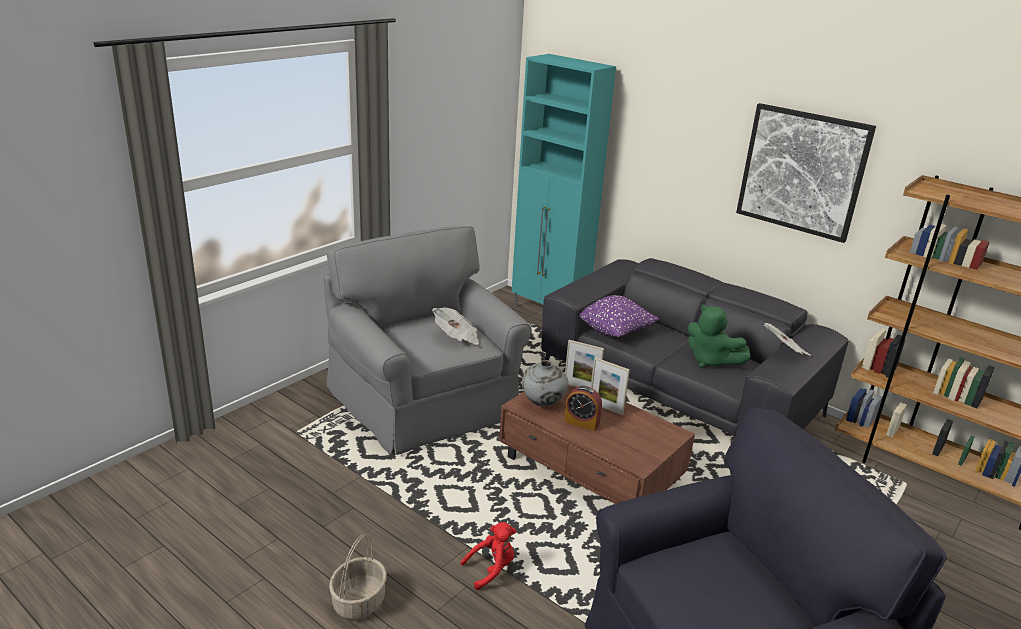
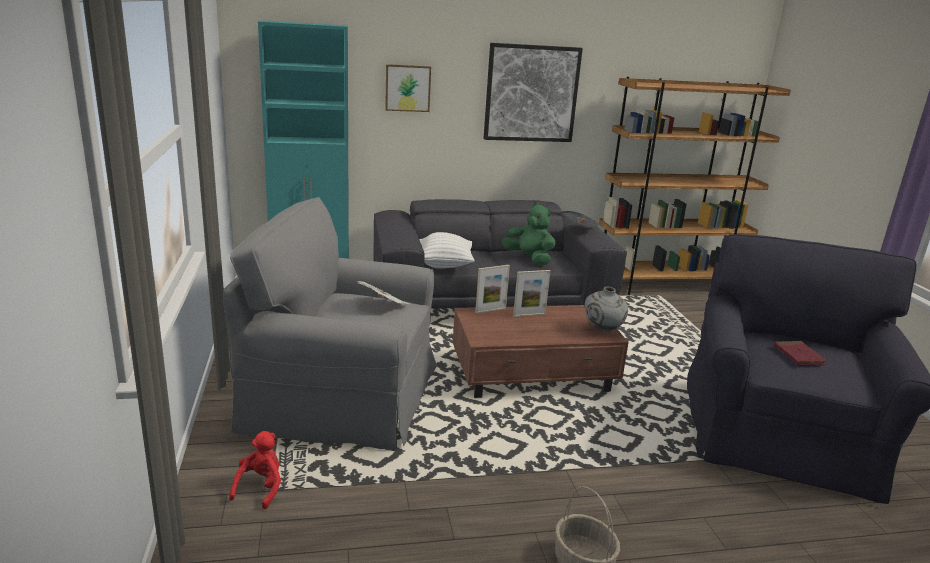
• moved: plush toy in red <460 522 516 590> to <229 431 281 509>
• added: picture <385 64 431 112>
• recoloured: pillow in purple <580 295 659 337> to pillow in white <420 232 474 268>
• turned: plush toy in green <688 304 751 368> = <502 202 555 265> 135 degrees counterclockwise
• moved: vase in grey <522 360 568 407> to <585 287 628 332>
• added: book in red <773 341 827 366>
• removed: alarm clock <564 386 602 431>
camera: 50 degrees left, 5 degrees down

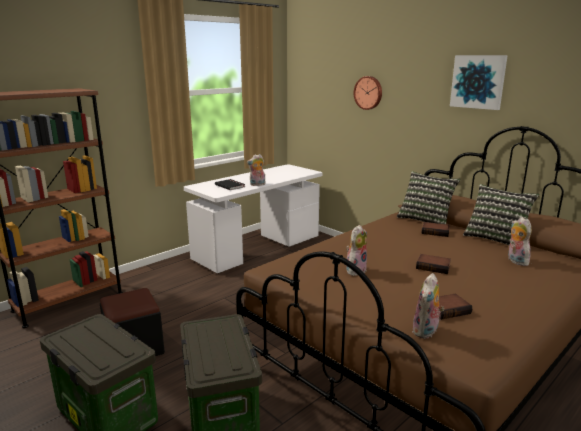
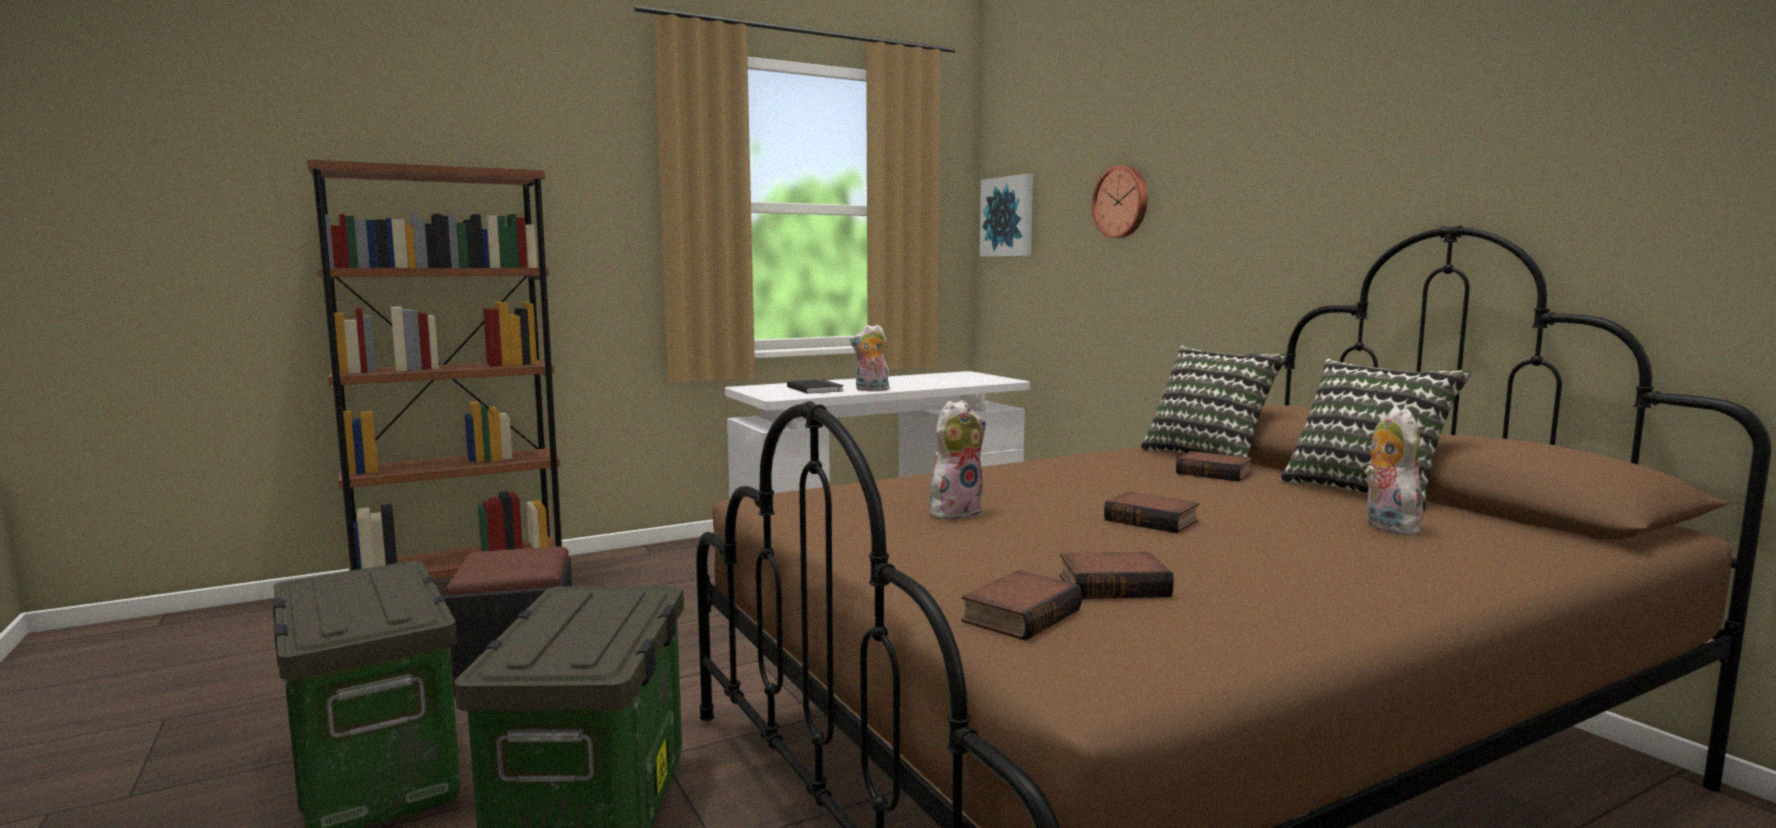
• replaced: plush toy <412 273 444 339> to book <961 570 1082 641>
• moved: picture <450 55 508 110> to <980 174 1033 257>
camera: 15 degrees right, 10 degrees down

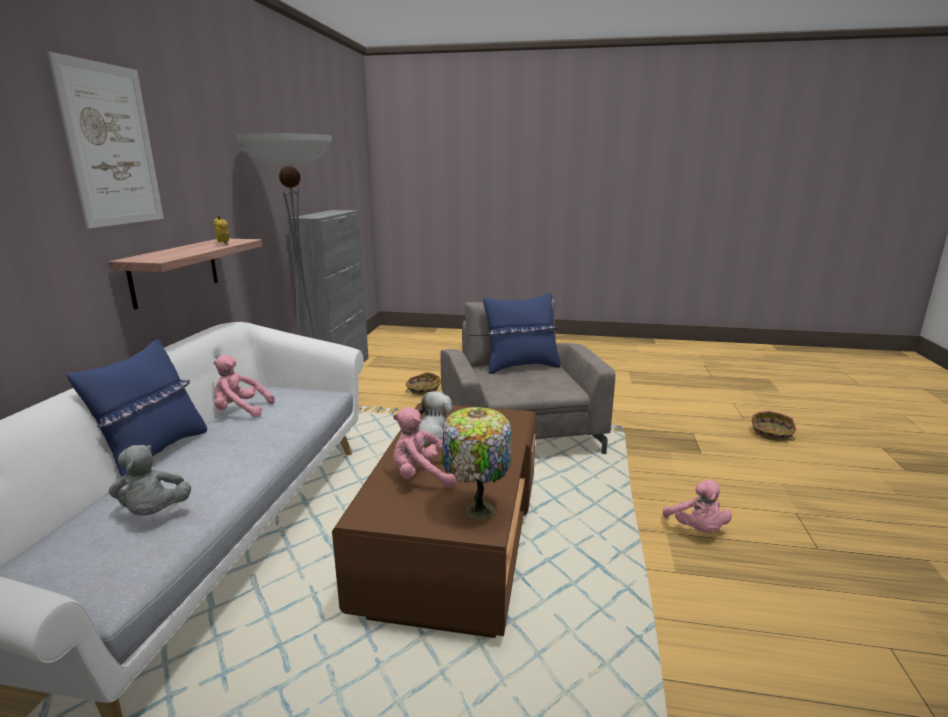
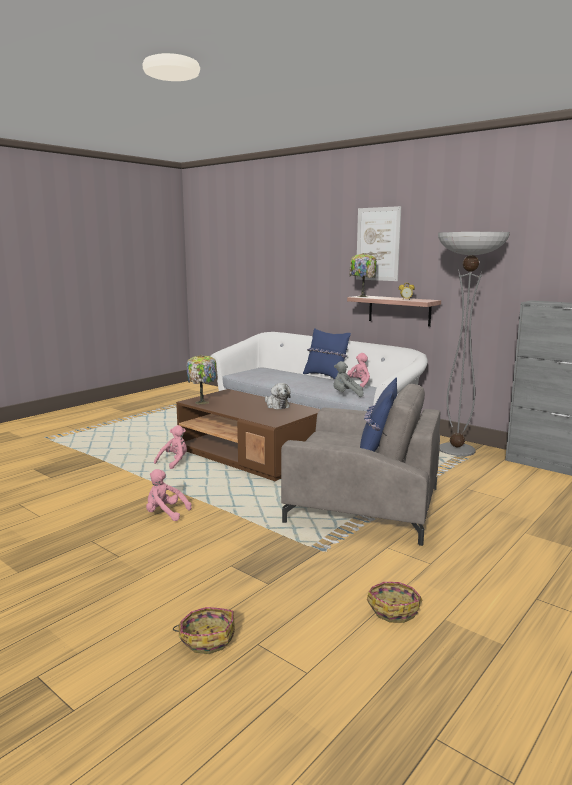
• moved: plush toy in pink <393 407 456 488> to <154 425 187 469>
• moved: plush toy in grey <109 445 191 516> to <333 361 364 397>
• added: table lamp <349 253 377 297>
• moved: basket <405 372 441 395> to <367 582 422 623>
camera: 120 degrees right, 5 degrees down

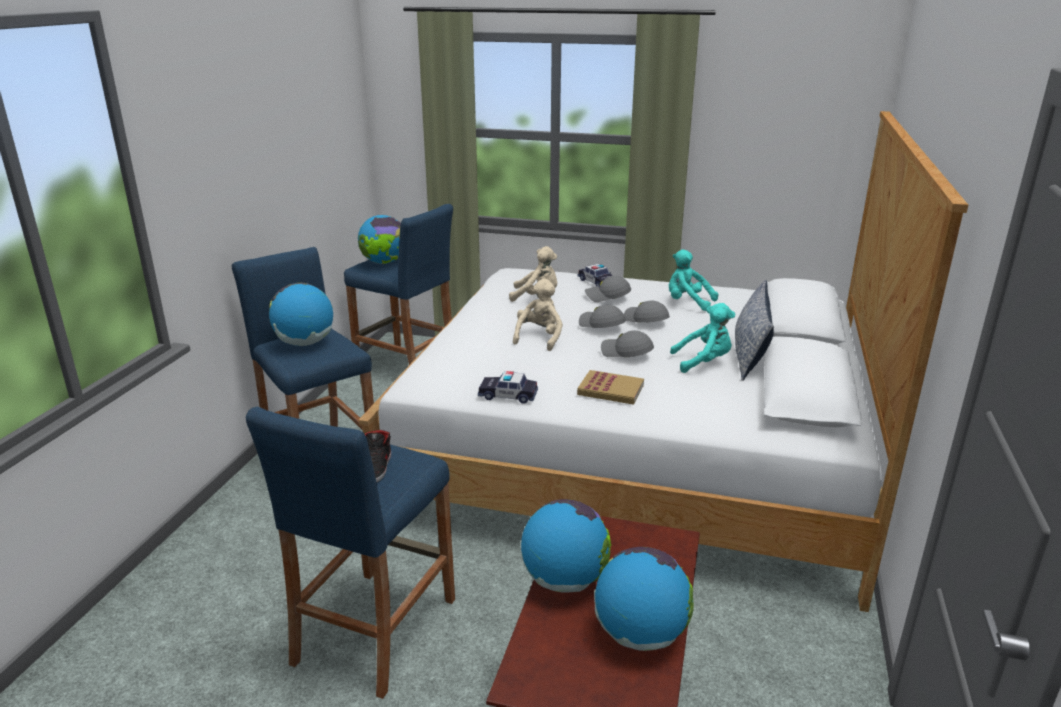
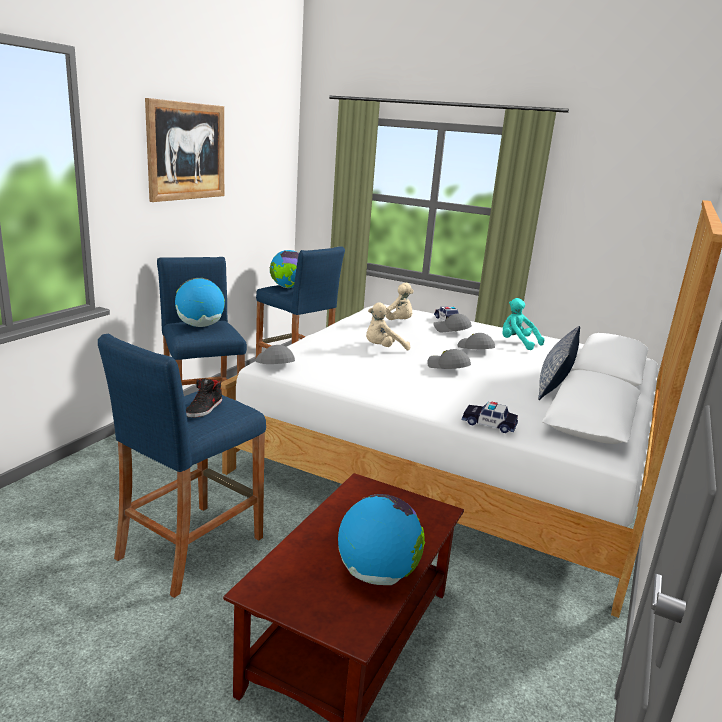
• added: picture <145 98 224 202>
• moved: cap in grey <579 305 626 328> to <255 345 295 364>
• turned: plush toy in beige <513 278 563 351> = <366 302 410 351> 150 degrees counterclockwise
• moved: toy car <478 371 538 404> to <462 401 518 433>
• removed: globe <521 499 611 593>
• removed: book <577 370 644 405>
• removed: plush toy in turquoise <670 303 735 373>
camera: 10 degrees right, 5 degrees down

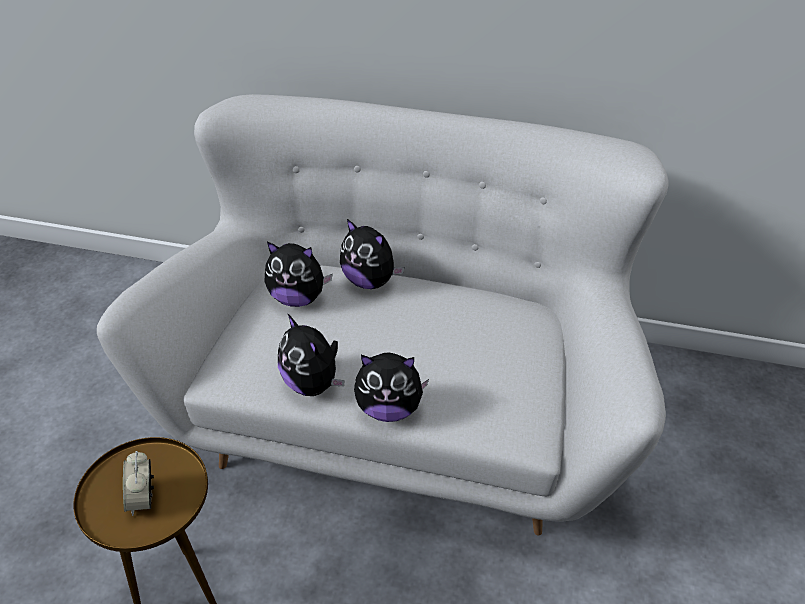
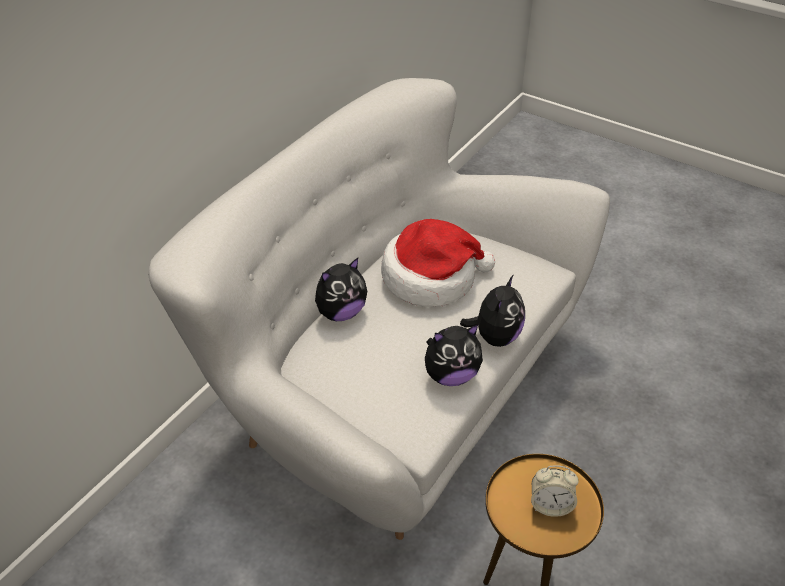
• added: hat <381 219 495 307>
• removed: plush toy <264 241 333 307>
camera: 70 degrees left, 0 degrees up

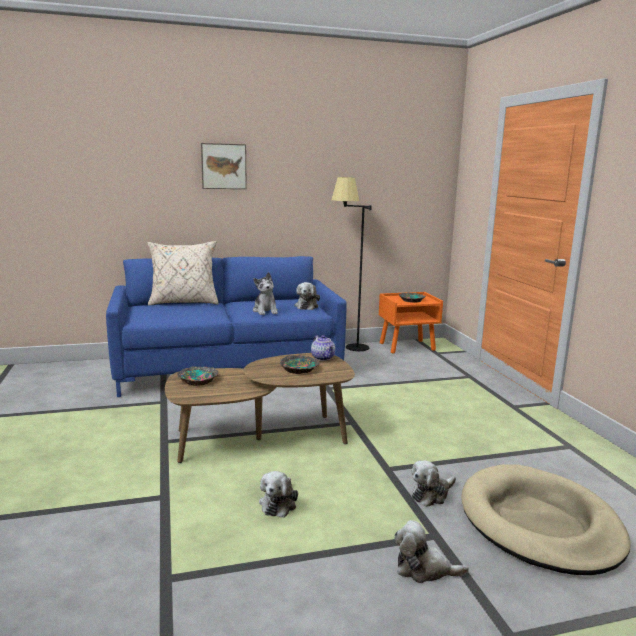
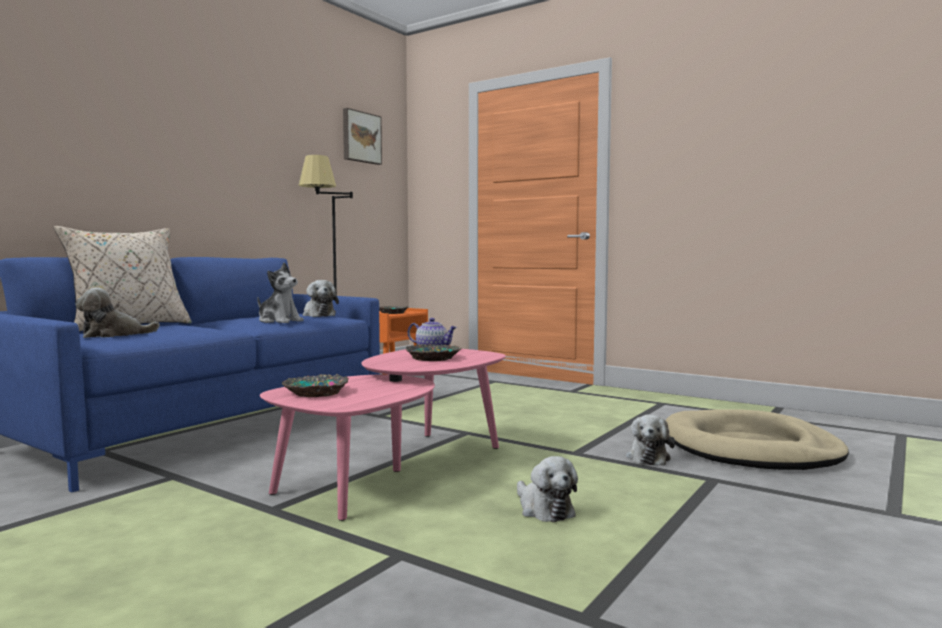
• moved: plush toy <394 520 469 583> to <76 288 160 338>
• recoloured: coffee table in brown <165 353 355 463> to coffee table in pink <260 349 506 521>
• moved: picture <201 143 247 189> to <343 108 382 165>
camera: 40 degrees left, 10 degrees down

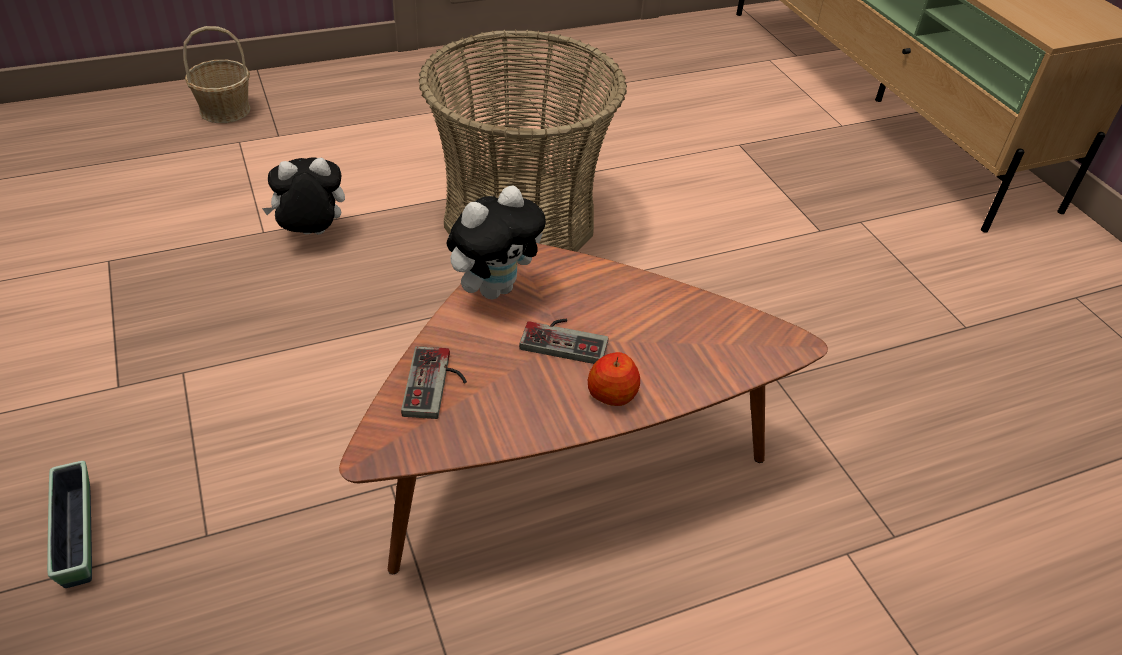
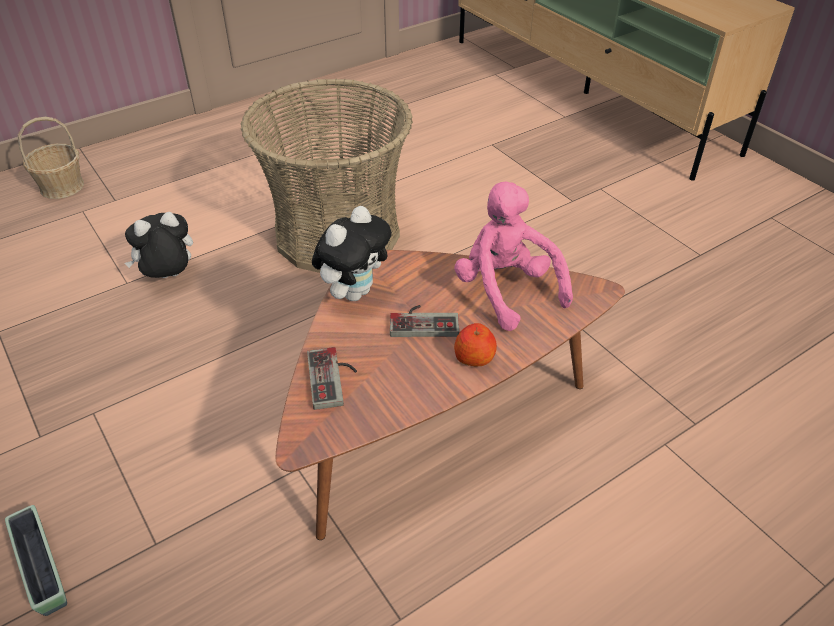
• added: plush toy in pink <454 181 573 331>
camera: 10 degrees left, 0 degrees up

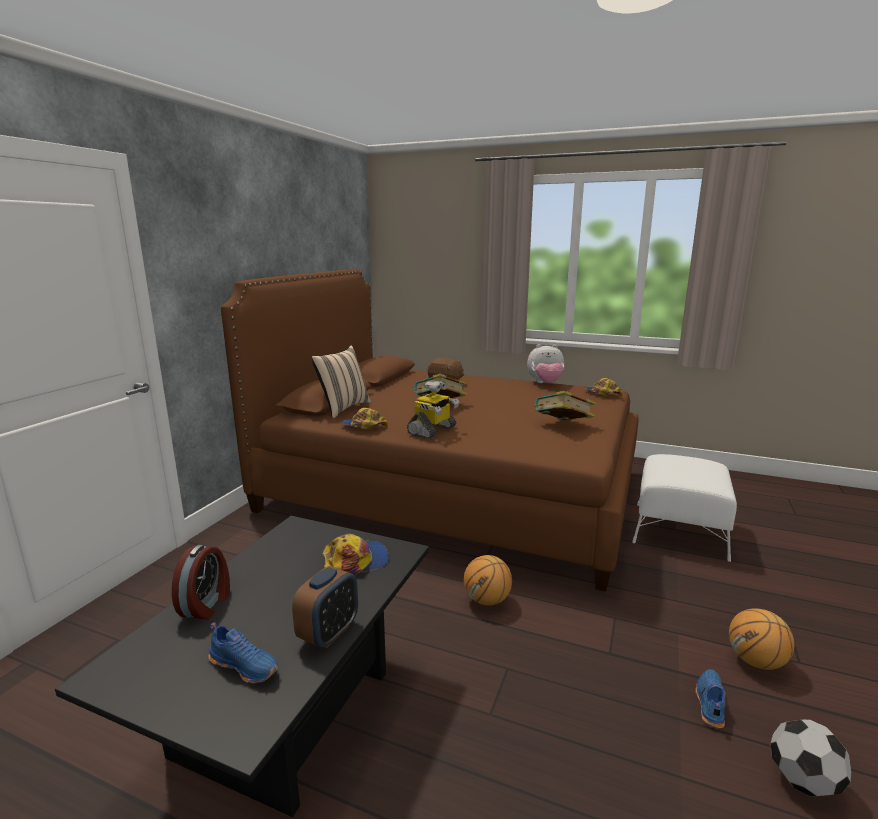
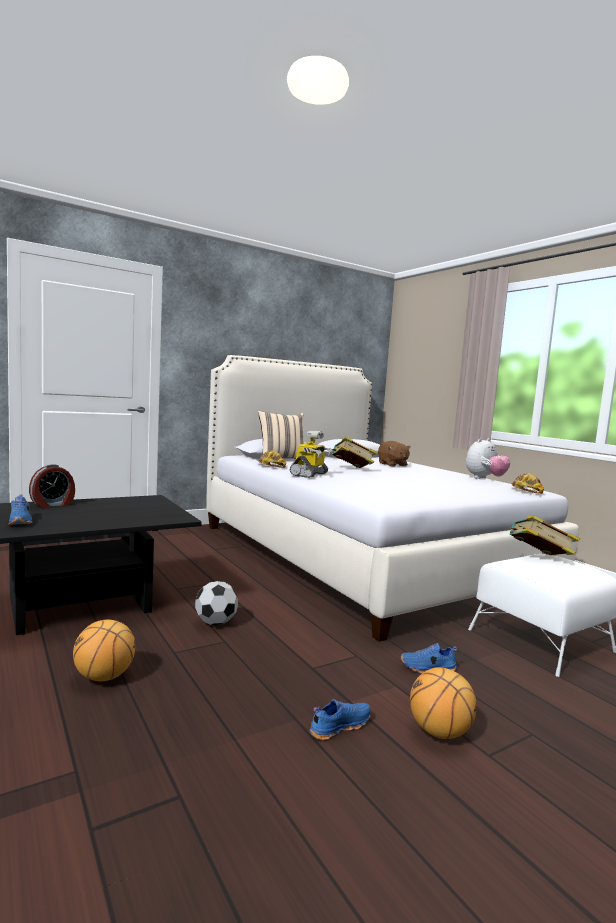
• moved: basketball <464 555 512 605> to <73 620 135 681>
• moved: football <771 719 852 797> to <195 581 238 625>
• recoloured: bed in brown <221 269 638 592> to bed in white <206 355 579 642>
• turned: toy robot <407 380 460 439> = <290 431 333 478> 45 degrees counterclockwise
• added: shoe in blue <401 643 457 674>
• turned: plush toy <527 344 564 383> = <466 439 510 479> 75 degrees counterclockwise
• moved: book <535 391 596 420> to <507 515 580 555>
• removed: alarm clock <292 566 358 648>
• removed: cap <323 534 389 575>
camera: 35 degrees right, 10 degrees down

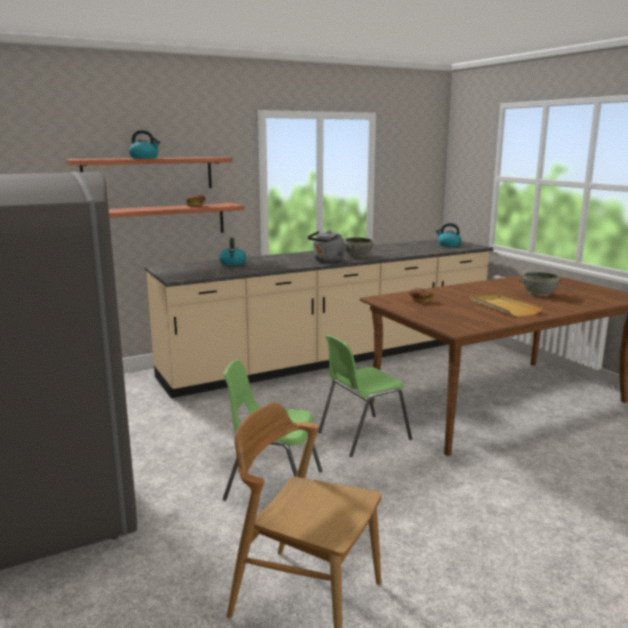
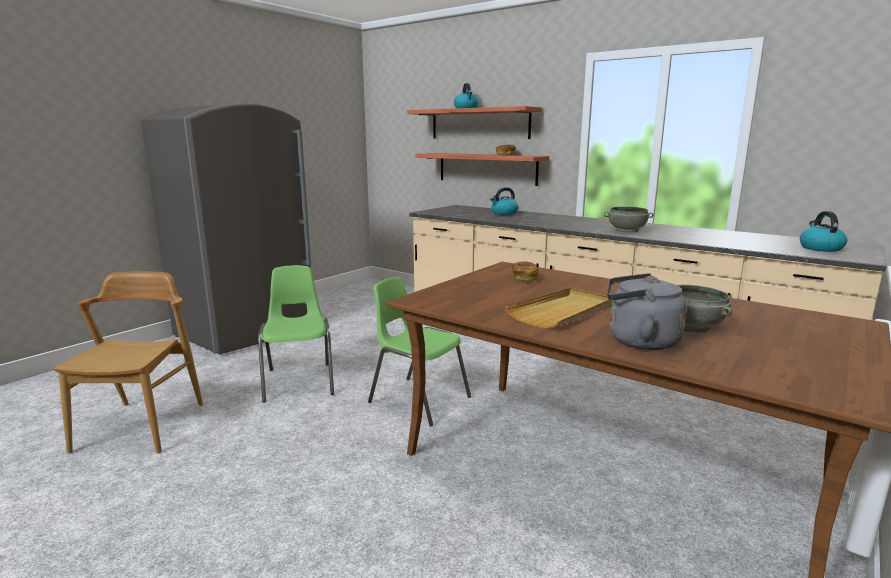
• moved: kettle in grey <307 230 346 262> to <607 273 687 350>
camera: 65 degrees right, 0 degrees up

